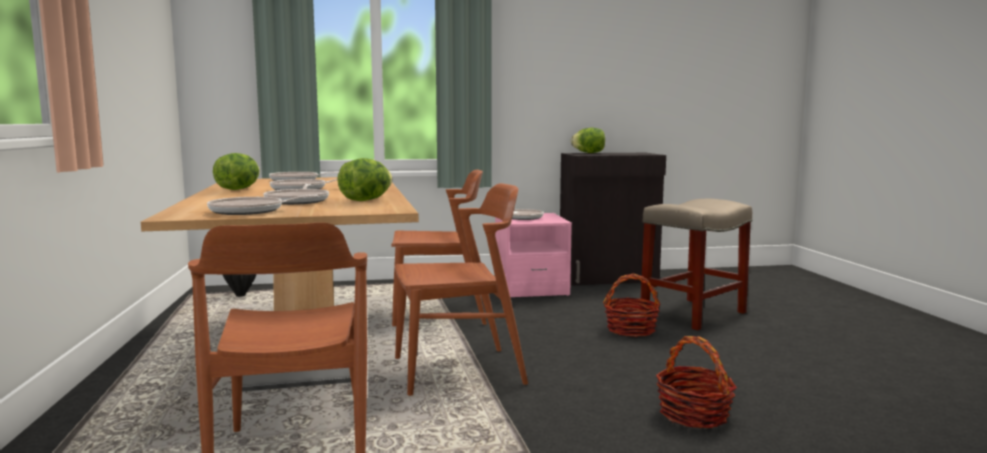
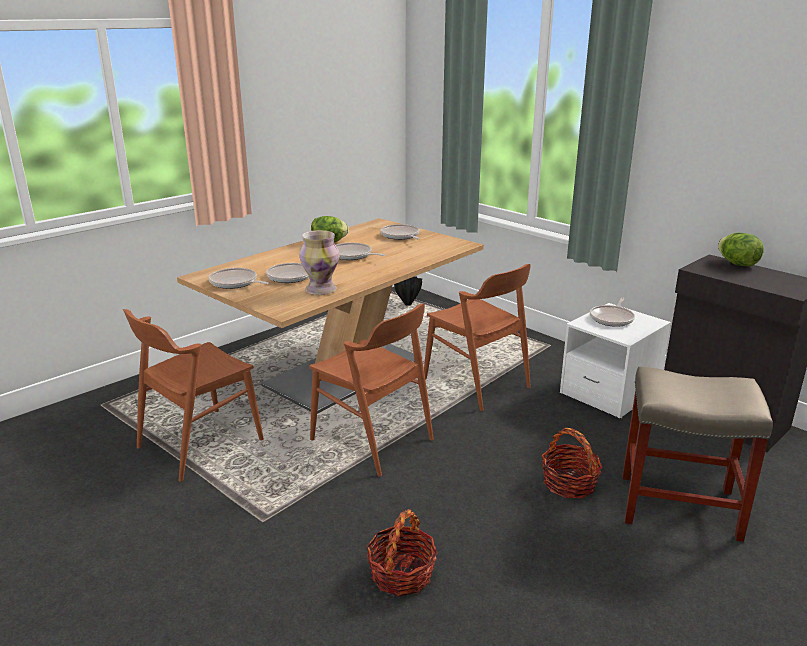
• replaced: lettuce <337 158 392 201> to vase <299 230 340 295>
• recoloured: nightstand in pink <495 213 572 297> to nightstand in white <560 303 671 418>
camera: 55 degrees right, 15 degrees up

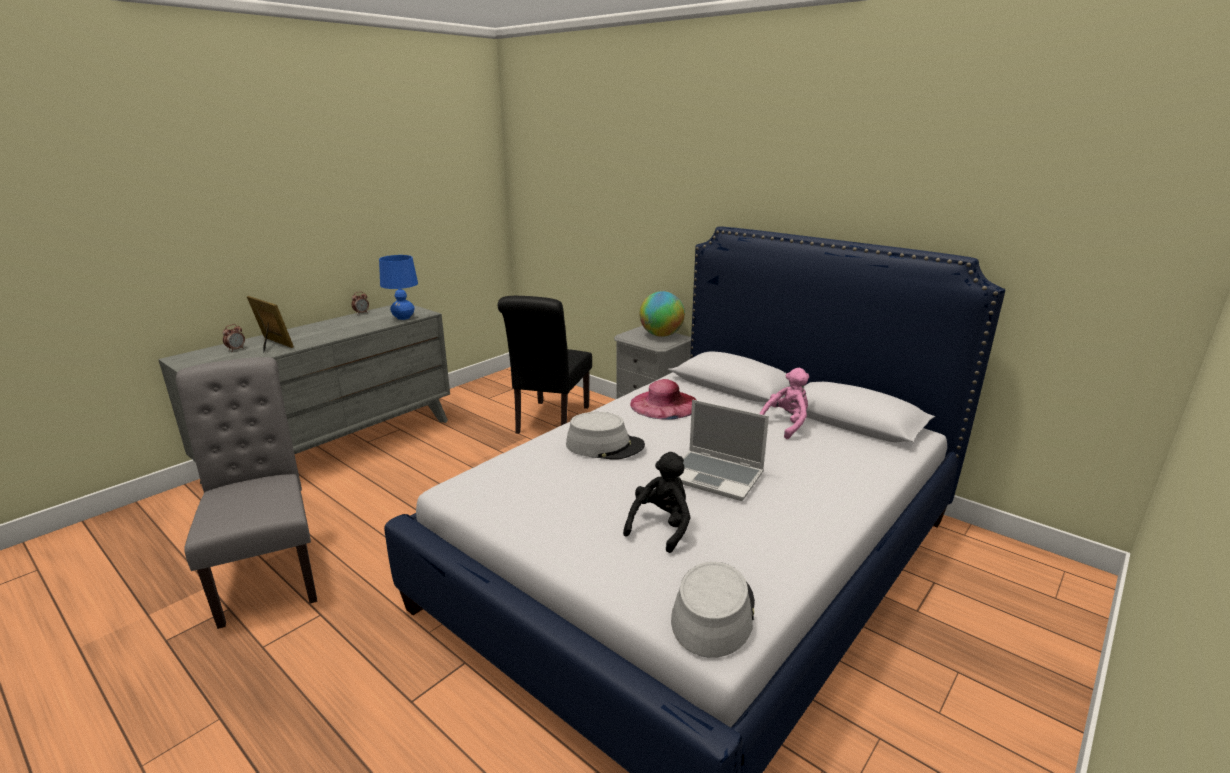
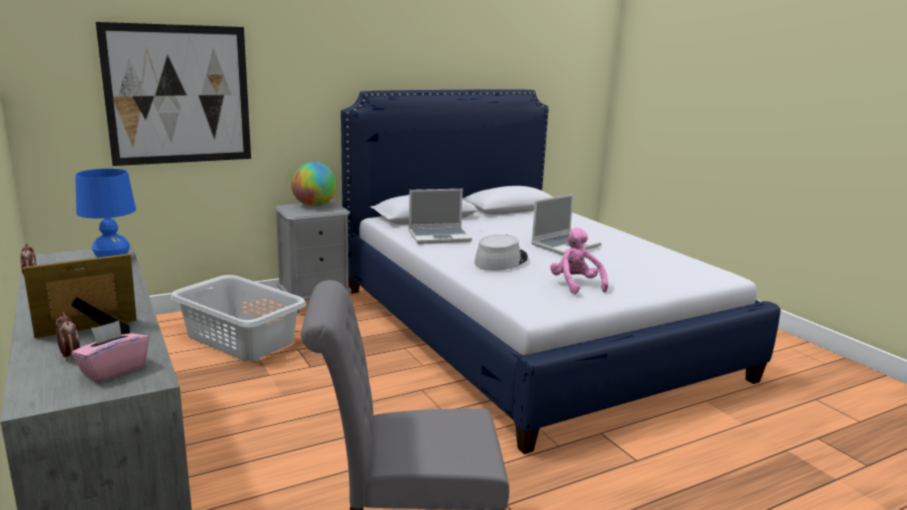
• added: tissue box in pink <72 321 149 383>
• added: picture <96 22 251 166>
• replaced: chair in black <498 296 592 434> to laundry basket in grey <171 275 306 361>
• replaced: hat in pink <630 379 696 420> to laptop <409 189 472 244>
• moved: plush toy in pink <759 368 809 439> to <550 227 608 294>
• removed: plush toy in black <623 452 690 553>
• removed: hat in grey <671 562 755 658>
camera: 70 degrees left, 5 degrees down

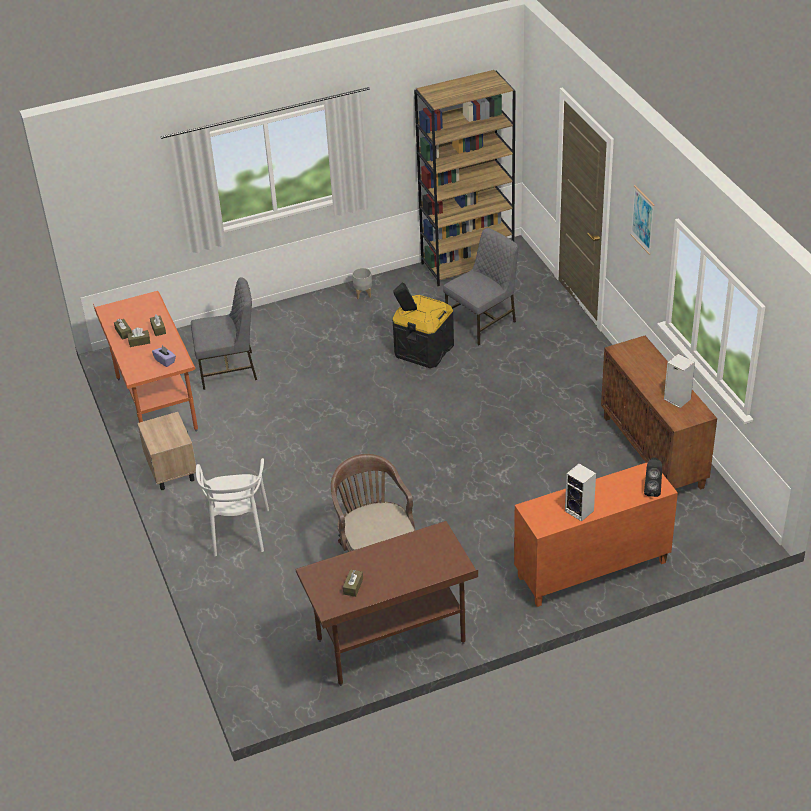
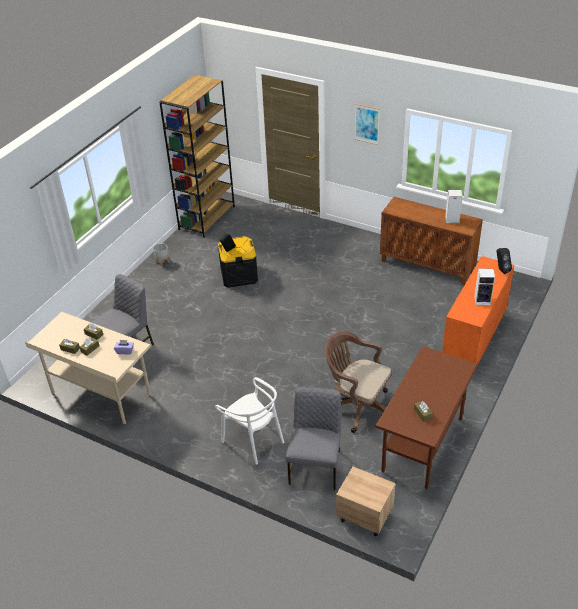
• recoloured: desk in orange <93 291 198 431> to desk in beige <25 312 151 425>
• moved: chair in grey <443 228 518 345> to <286 387 341 490>
• moved: nightstand in beige <137 412 196 490> to <336 467 395 537>
camera: 40 degrees left, 0 degrees up

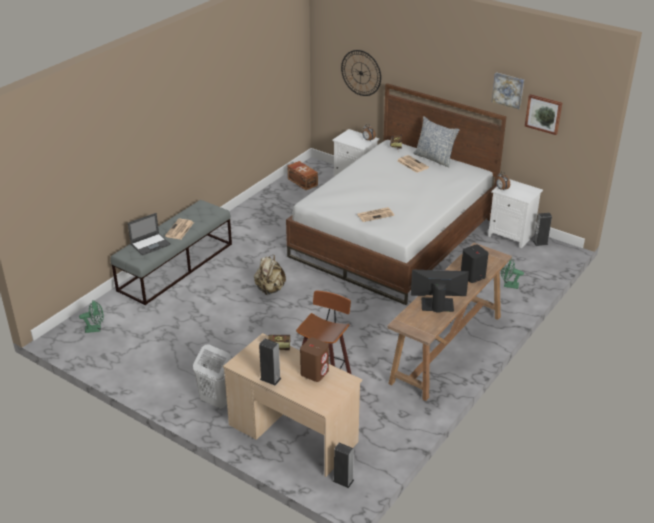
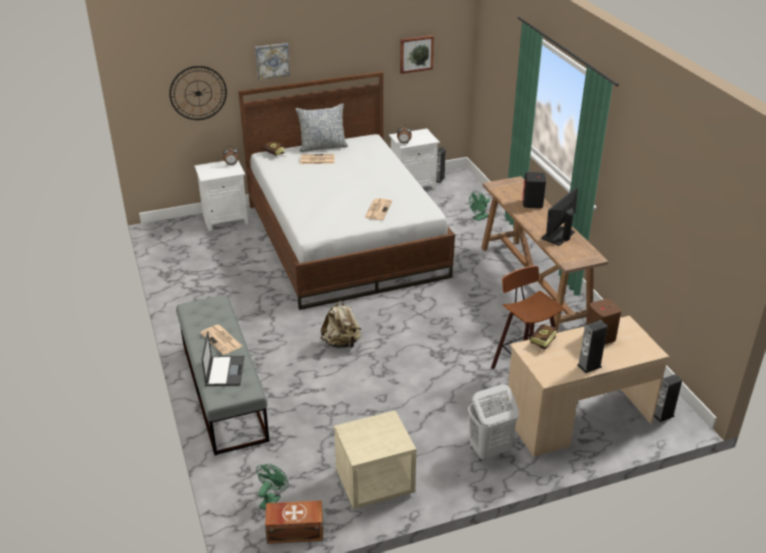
• moved: picture <492 72 524 109> to <255 43 290 80>
• moved: storage box in brown <287 161 318 190> to <265 500 323 544>
• added: nightstand in beige <334 410 416 509>
camera: 55 degrees left, 0 degrees up

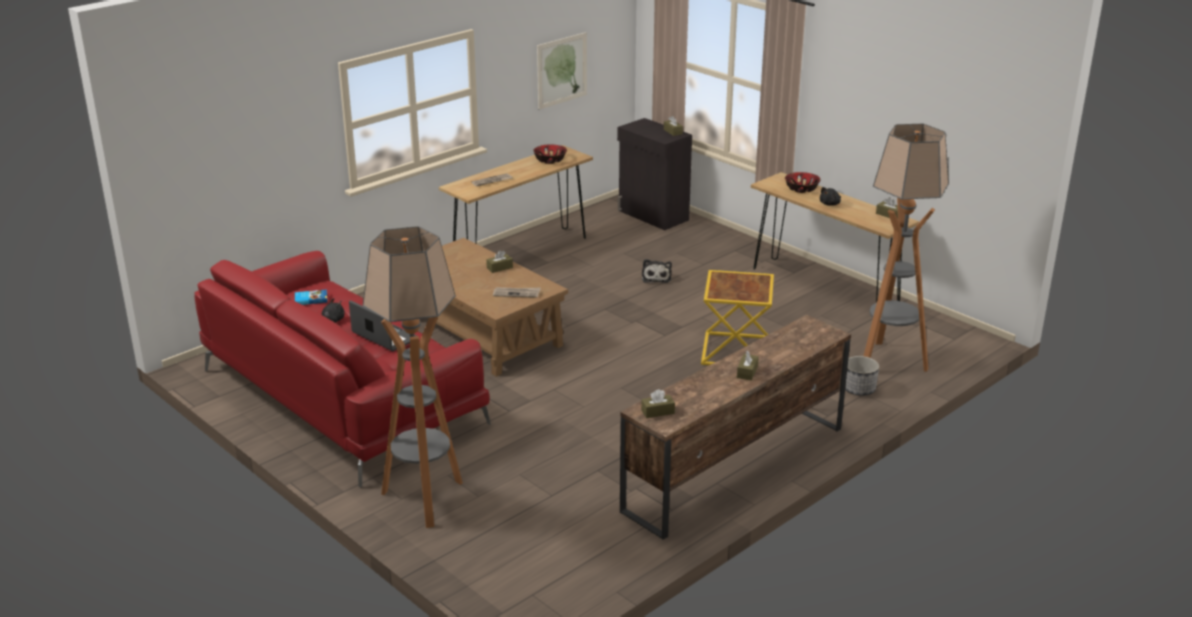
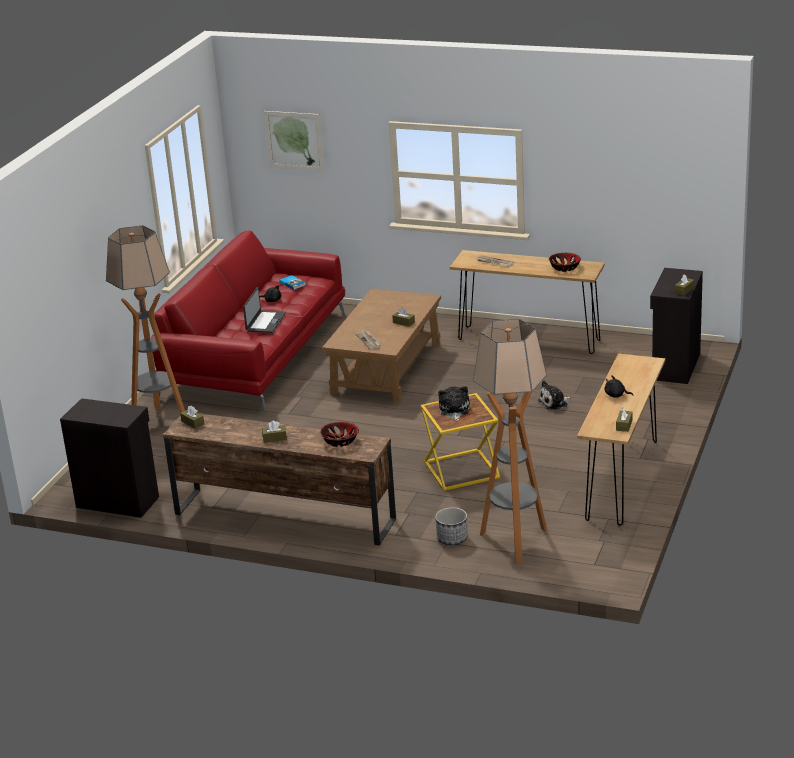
• added: cabinet in black <60 398 159 518>
• moved: picture <537 32 587 110> to <264 111 325 171>
• moved: bowl <785 172 821 193> to <320 422 359 447>
• added: plush toy <438 386 469 421>
camera: 65 degrees right, 0 degrees up

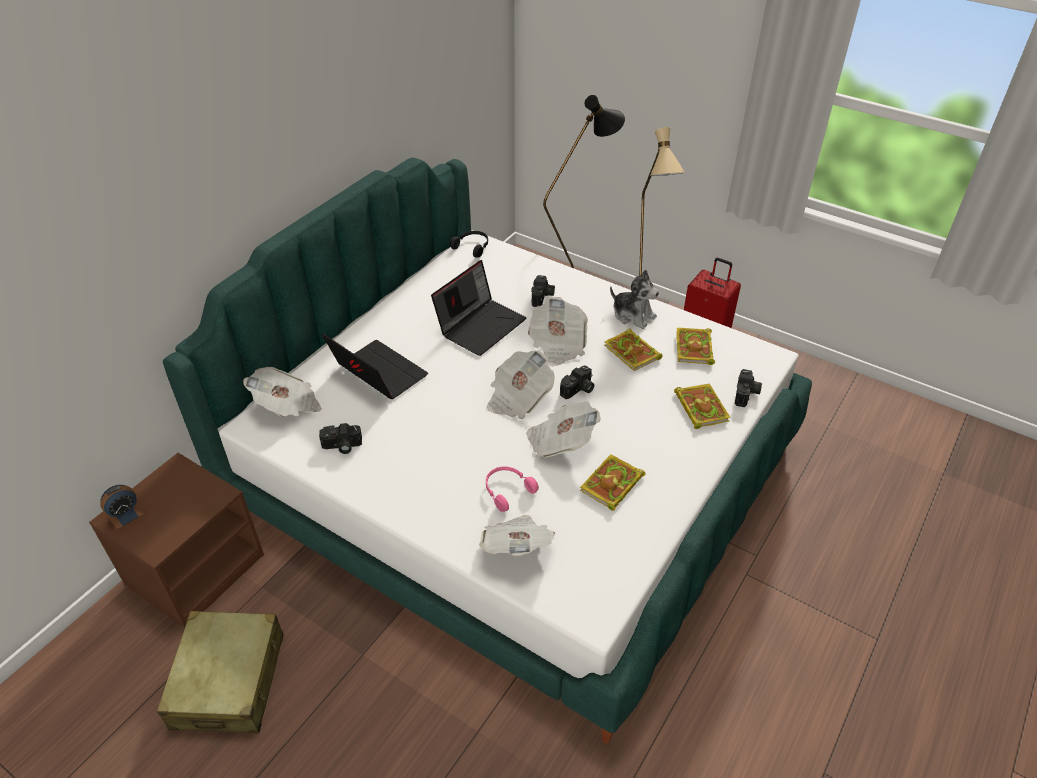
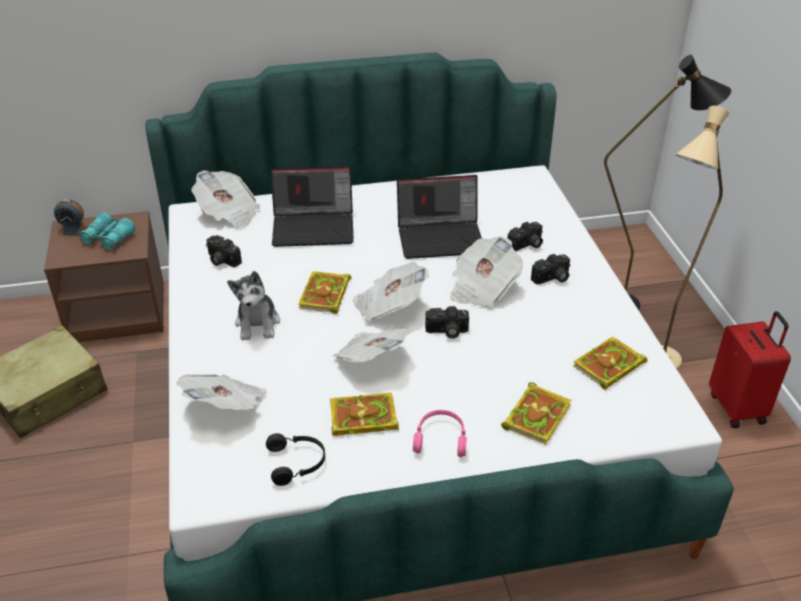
• added: binoculars in turquoise <79 213 135 250>
• moved: plush toy <610 270 659 329> to <227 271 280 340>
• moved: headphones in black <450 231 488 258> to <266 433 325 486>
• turned: laptop <322 333 428 399> = <270 166 354 247> 90 degrees clockwise
• moved: book <604 328 663 371> to <298 271 351 314>
• moved: headphones in pink <486 466 539 512> to <413 410 467 457>
• moved: photo camera <735 369 762 407> to <531 254 570 284>
camera: 45 degrees right, 5 degrees down

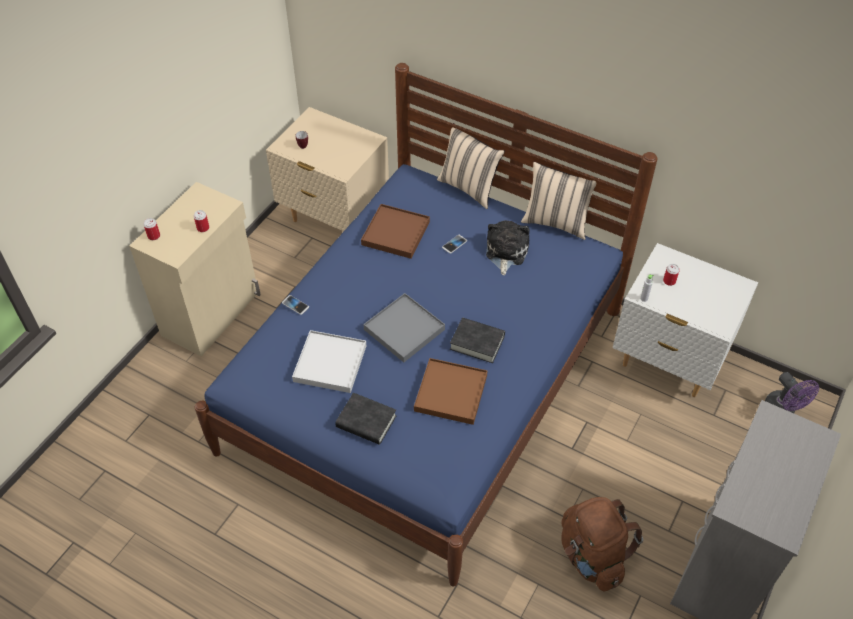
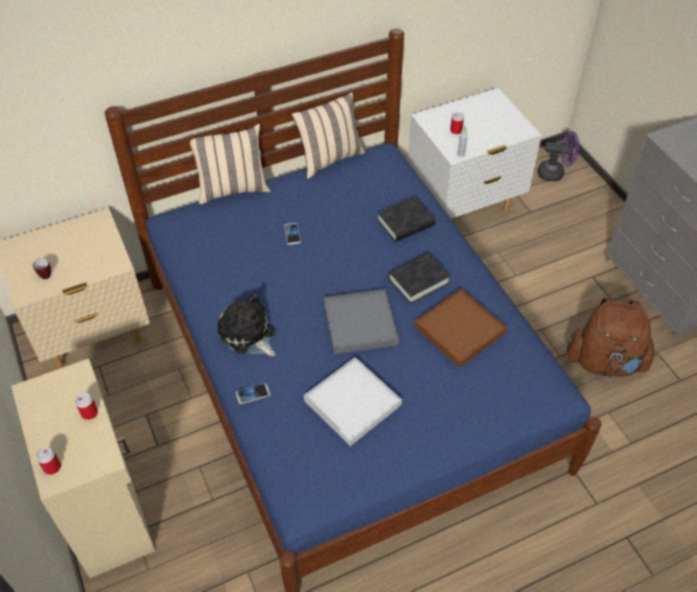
• moved: plush toy <486 220 530 276> to <218 293 276 356>
• moved: book in black <335 393 397 445> to <377 196 436 242>
• removed: tray in brown <361 204 430 259>
camera: 55 degrees left, 0 degrees up

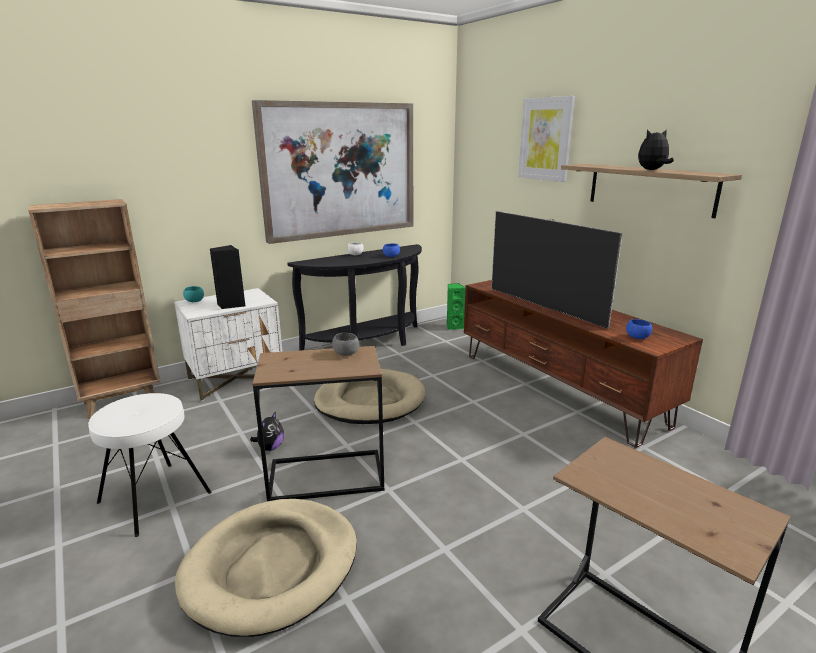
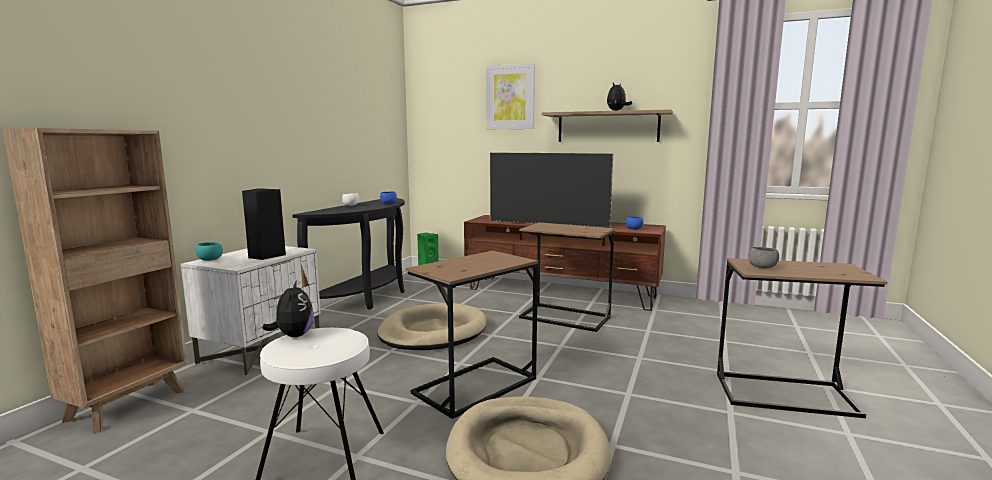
• moved: plush toy <250 411 284 451> to <262 280 314 337>
• added: side table in brown <519 222 615 332>
• moved: bowl in grey <332 333 359 356> to <748 247 779 269>
• removed: picture <252 100 413 244>
camera: 35 degrees left, 10 degrees down

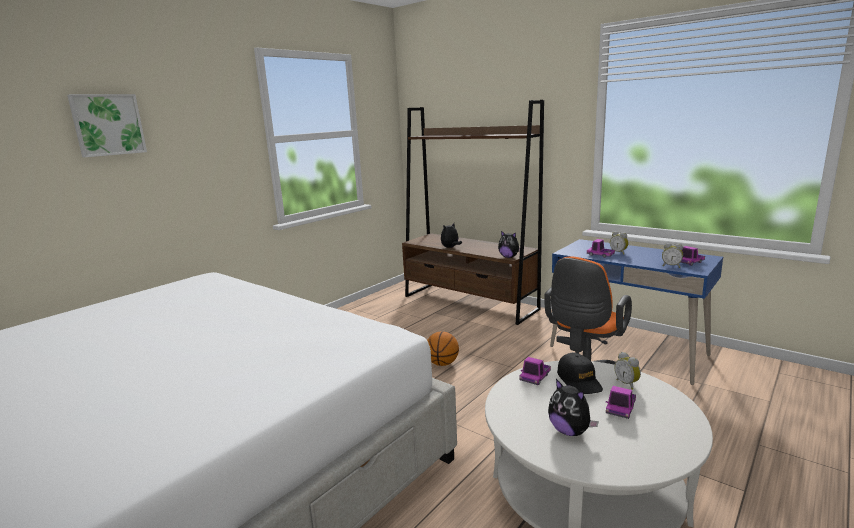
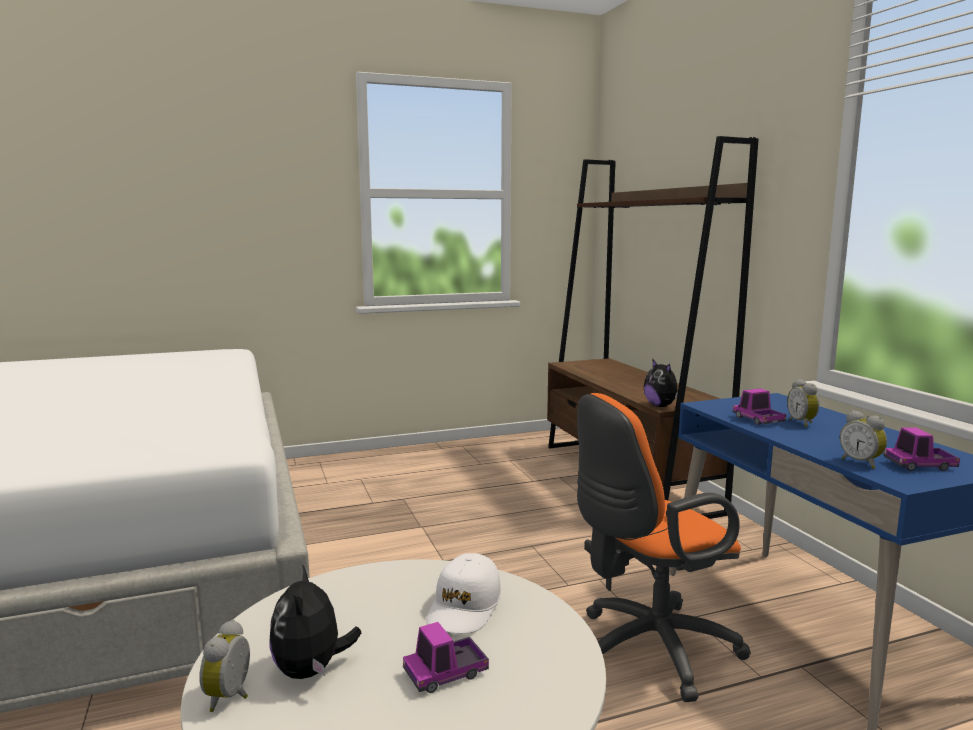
• moved: alarm clock <614 352 641 389> to <200 620 250 712>
• recoloured: cap in black <557 353 603 394> to cap in white <426 553 501 634>
• removed: picture <67 94 147 157>
• removed: basketball <427 331 459 366>
• removed: plush toy <441 223 462 248>
• removed: toy truck <519 357 551 385>
camera: 30 degrees right, 5 degrees down

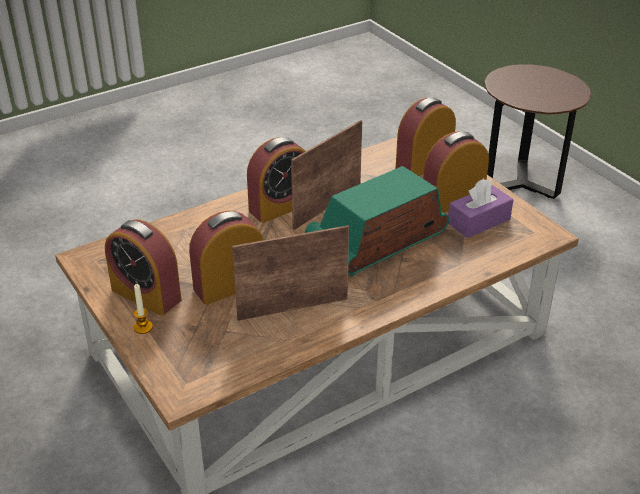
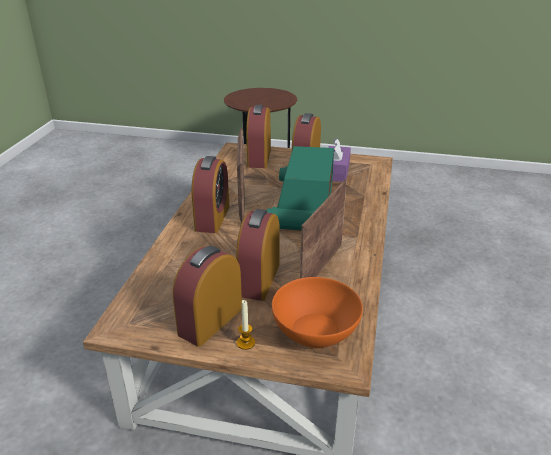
• turned: alarm clock <105 219 182 316> = <173 246 242 347> 135 degrees clockwise
• added: bowl in orange <272 277 363 348>
camera: 45 degrees left, 5 degrees down

